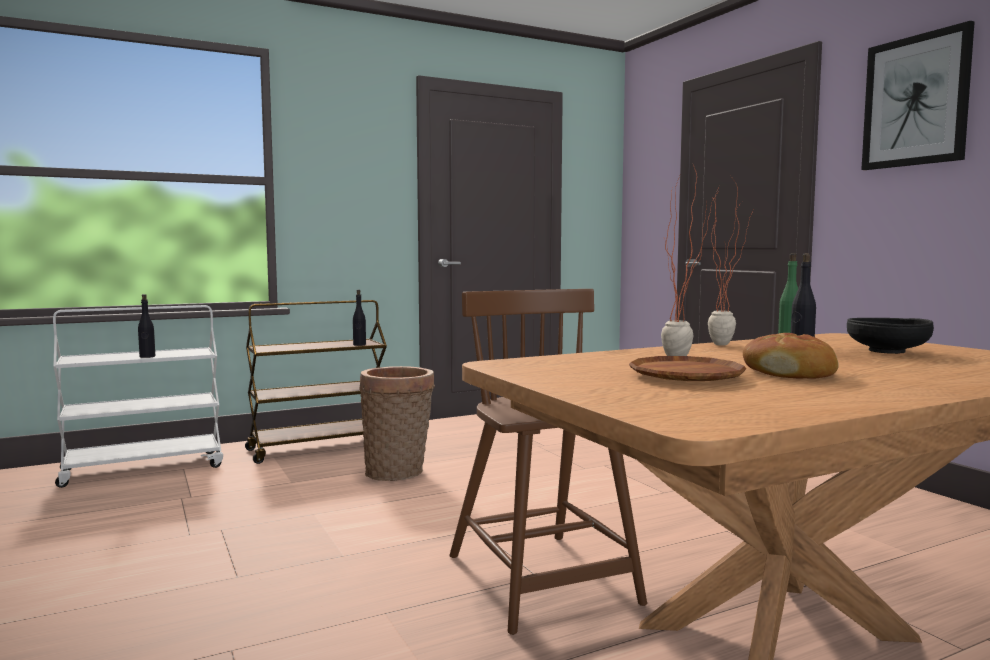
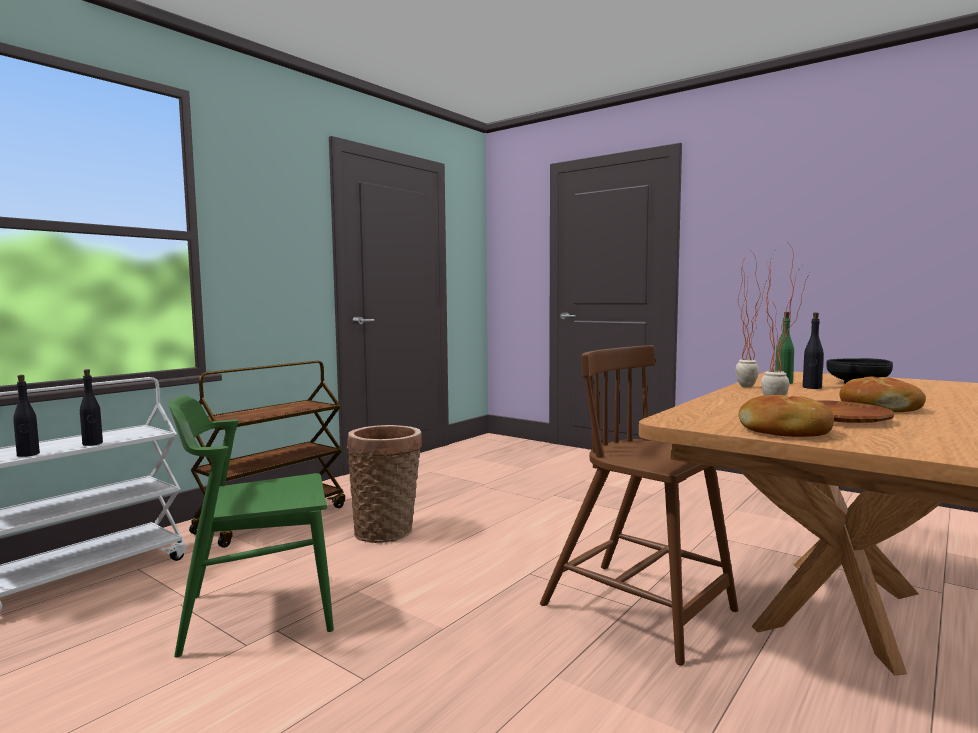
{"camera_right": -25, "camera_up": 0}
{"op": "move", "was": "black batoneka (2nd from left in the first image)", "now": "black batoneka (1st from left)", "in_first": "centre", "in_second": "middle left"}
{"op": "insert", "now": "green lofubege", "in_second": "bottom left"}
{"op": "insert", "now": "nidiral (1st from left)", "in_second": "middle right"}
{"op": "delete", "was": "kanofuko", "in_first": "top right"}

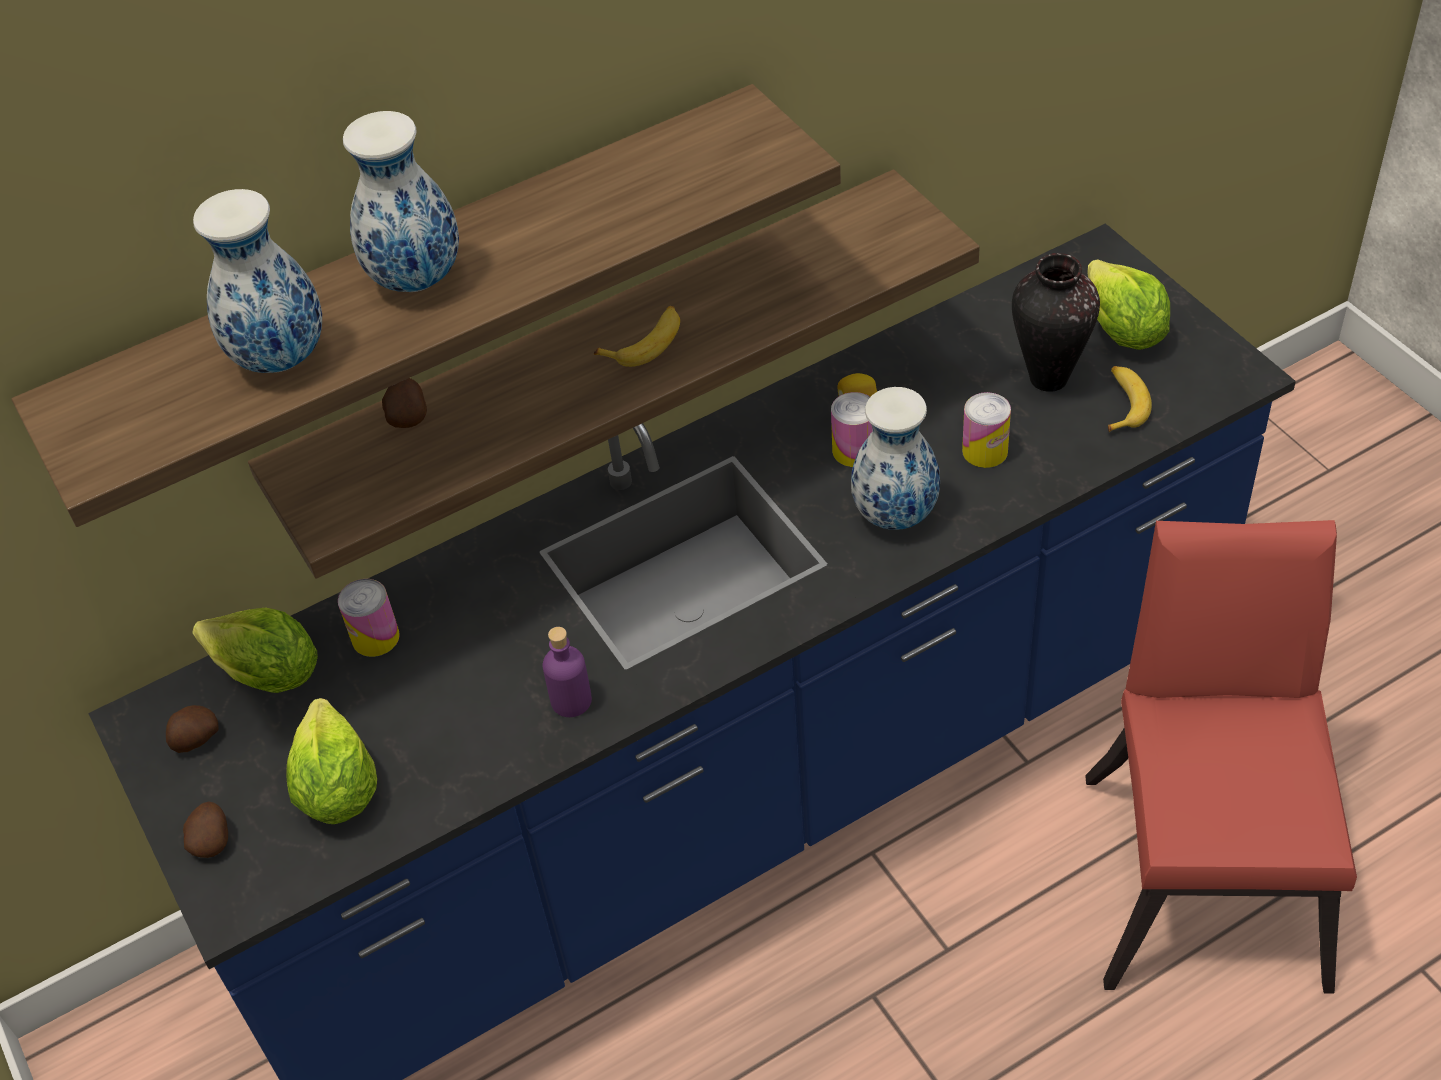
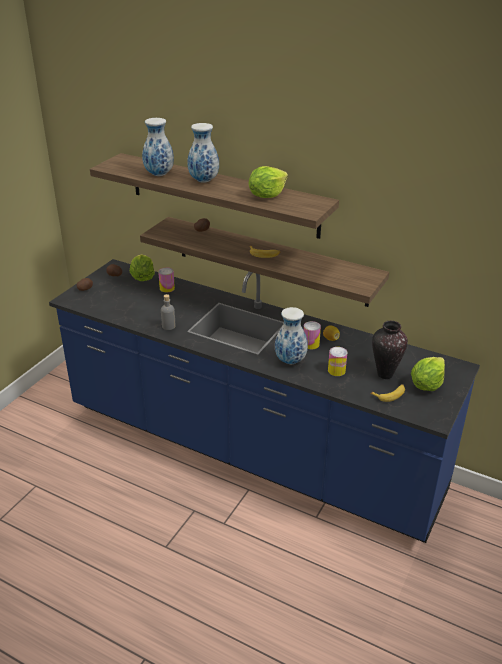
{"camera_right": 55, "camera_up": -15}
{"op": "recolor", "was": "purple batoneka", "now": "grey batoneka", "in_first": "centre", "in_second": "centre"}
{"op": "move", "was": "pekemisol (2nd from left)", "in_first": "bottom left", "in_second": "top centre"}
{"op": "delete", "was": "red lofubege", "in_first": "bottom right"}

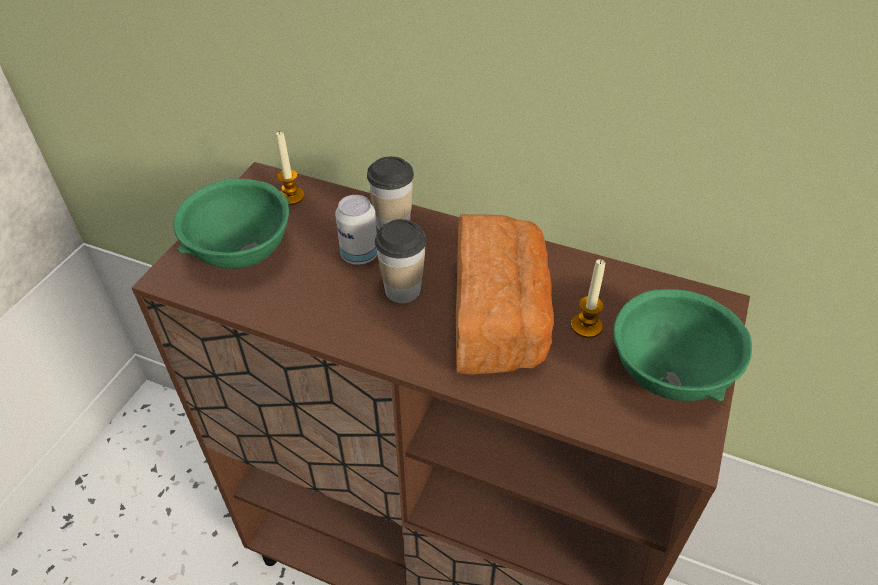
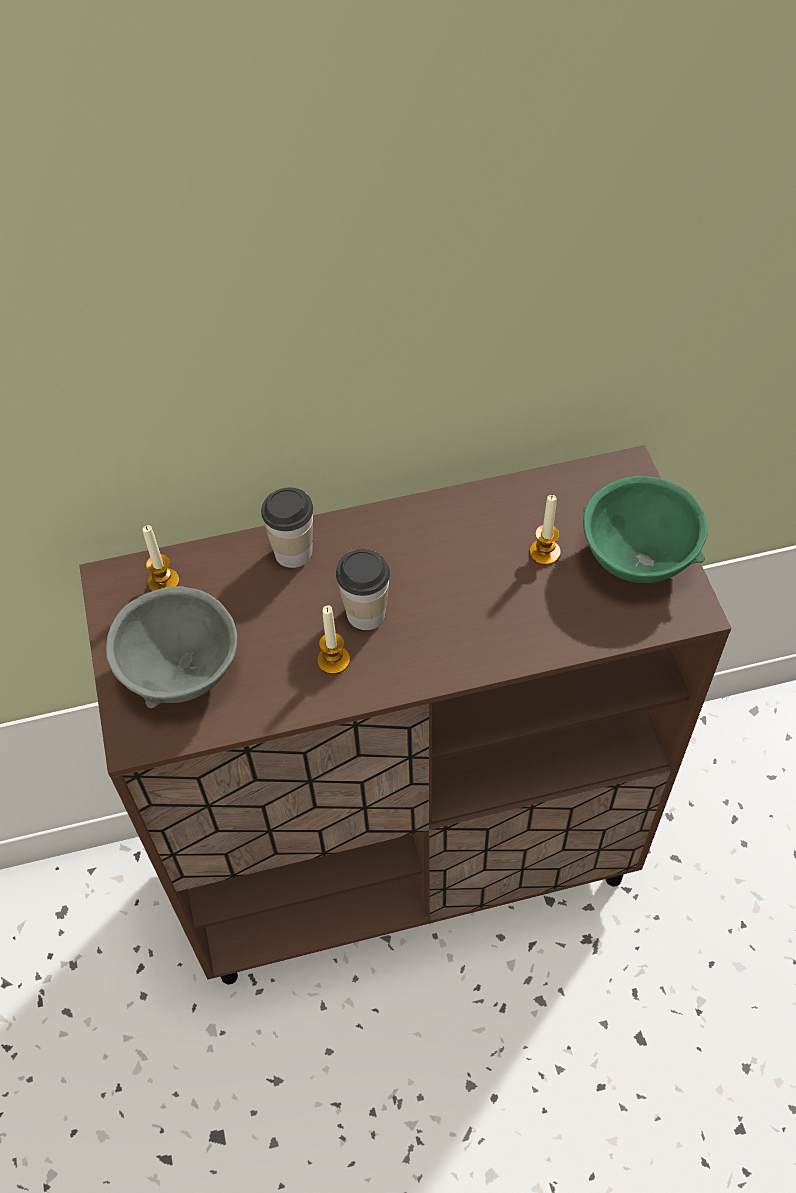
{"camera_right": -35, "camera_up": 10}
{"op": "recolor", "was": "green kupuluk (1st from left)", "now": "grey kupuluk", "in_first": "middle left", "in_second": "middle left"}
{"op": "insert", "now": "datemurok (2nd from left)", "in_second": "centre"}
{"op": "delete", "was": "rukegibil", "in_first": "centre"}
{"op": "delete", "was": "nidiral", "in_first": "centre"}

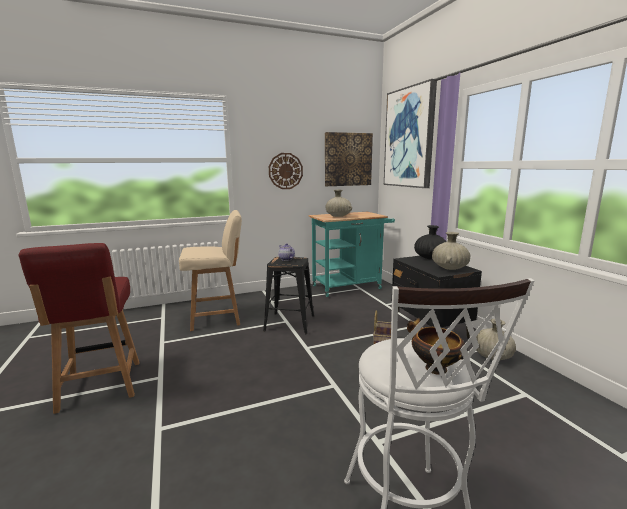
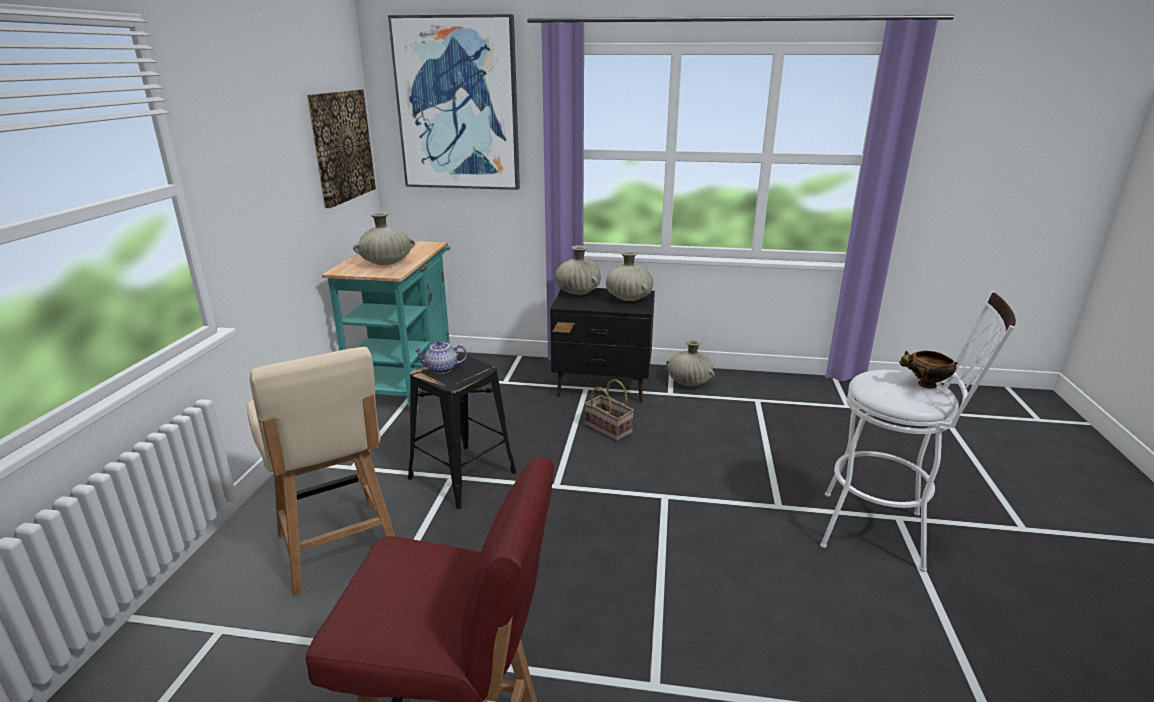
{"camera_right": -60, "camera_up": 10}
{"op": "rotate", "was": "beige lofubege", "in_first": "centre", "in_second": "bottom left", "clockwise": 135}
{"op": "recolor", "was": "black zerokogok", "now": "beige zerokogok (2nd from left)", "in_first": "middle right", "in_second": "centre"}
{"op": "delete", "was": "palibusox", "in_first": "centre"}

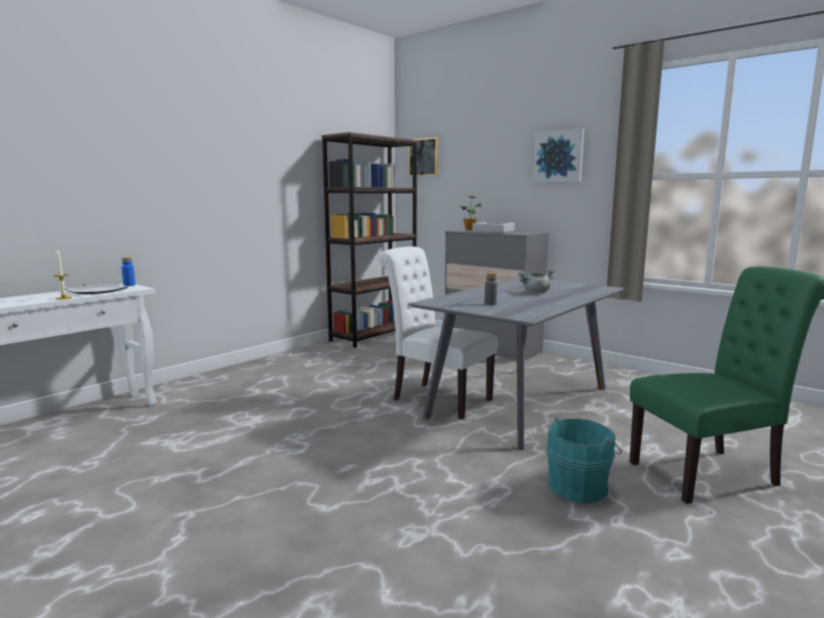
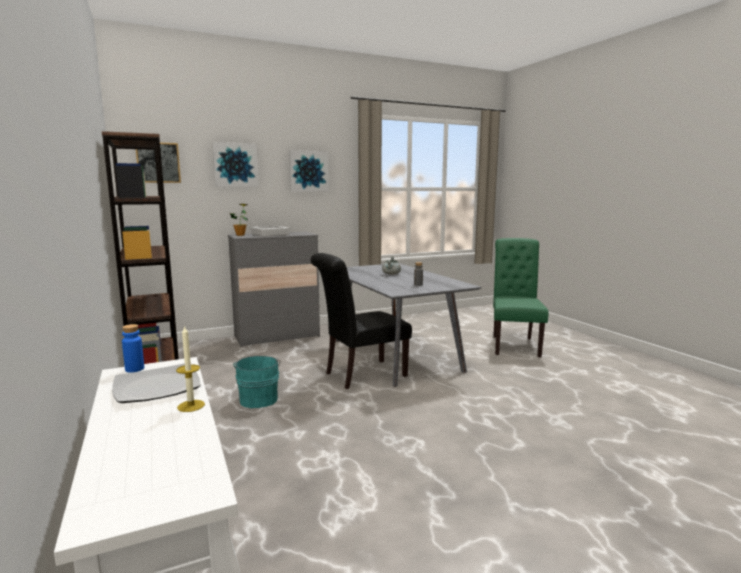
{"camera_right": -65, "camera_up": 0}
{"op": "insert", "now": "kanofuko (2nd from left)", "in_second": "top left"}
{"op": "move", "was": "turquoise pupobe", "in_first": "bottom right", "in_second": "bottom centre"}
{"op": "recolor", "was": "white lofubege", "now": "black lofubege", "in_first": "centre", "in_second": "centre"}

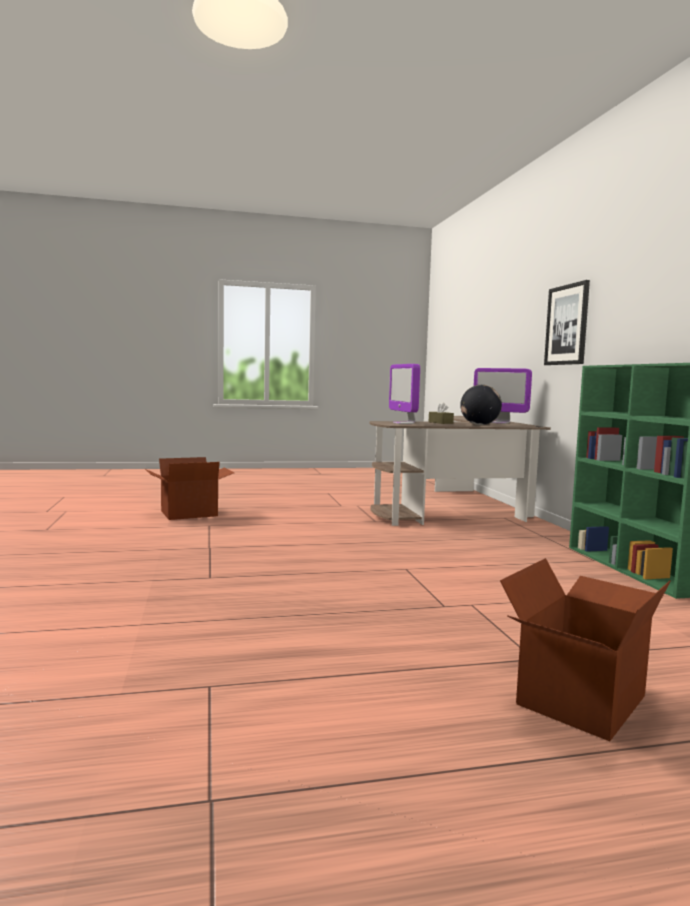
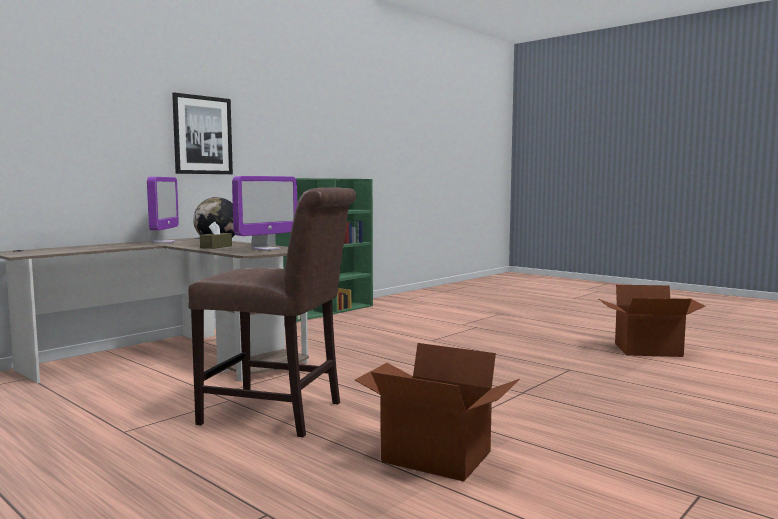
{"camera_right": -125, "camera_up": 0}
{"op": "insert", "now": "brown lofubege", "in_second": "centre"}
{"op": "move", "was": "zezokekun (2nd from left)", "in_first": "bottom right", "in_second": "middle right"}

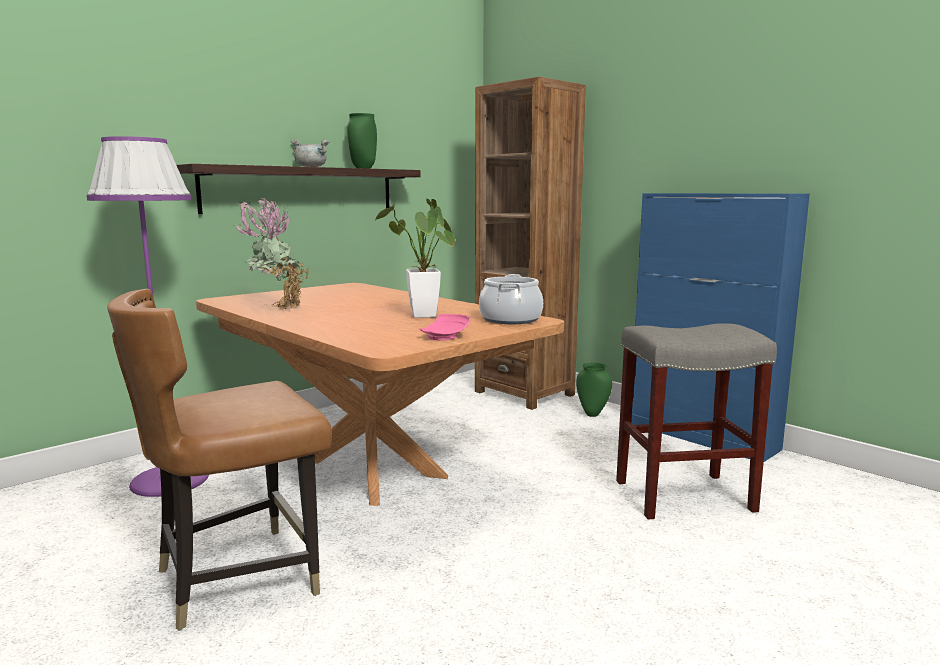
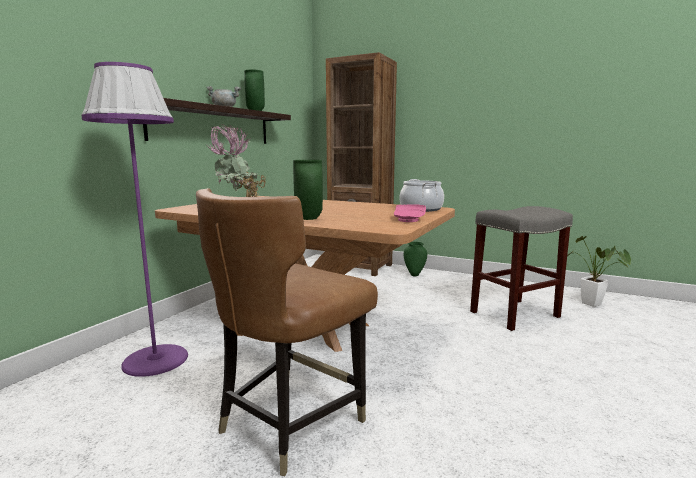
{"camera_right": -20, "camera_up": 0}
{"op": "insert", "now": "green zerokogok (2nd from left)", "in_second": "centre"}
{"op": "move", "was": "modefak (2nd from left)", "in_first": "centre", "in_second": "middle right"}
{"op": "delete", "was": "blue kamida", "in_first": "middle right"}

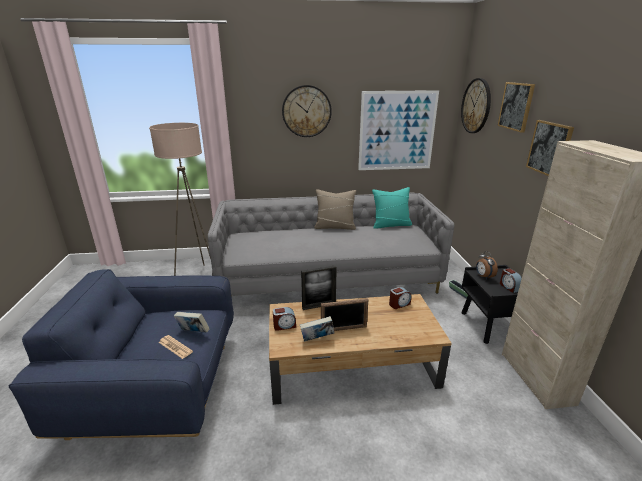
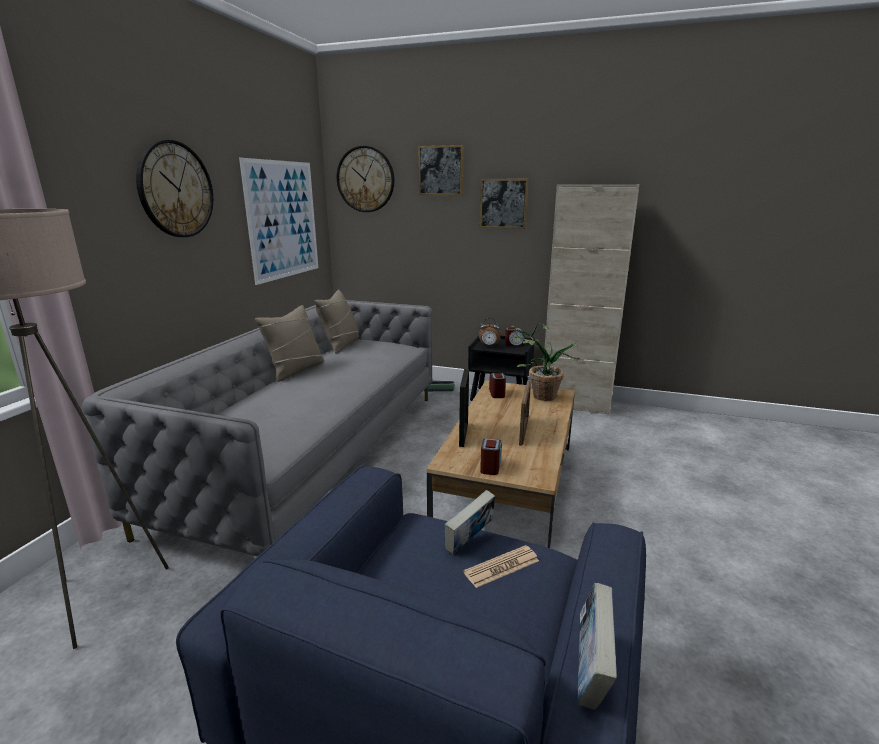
{"camera_right": -65, "camera_up": -5}
{"op": "recolor", "was": "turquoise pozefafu", "now": "beige pozefafu (2nd from left)", "in_first": "centre", "in_second": "centre"}
{"op": "insert", "now": "modefak", "in_second": "centre"}
{"op": "move", "was": "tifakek (2nd from left)", "in_first": "bottom centre", "in_second": "bottom right"}

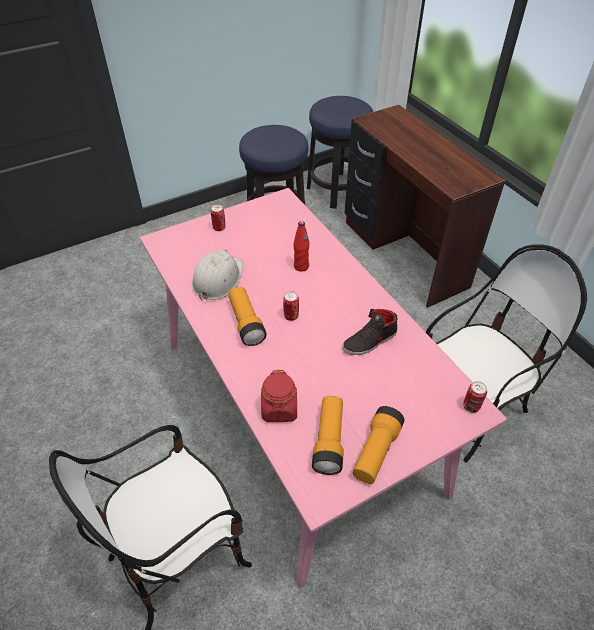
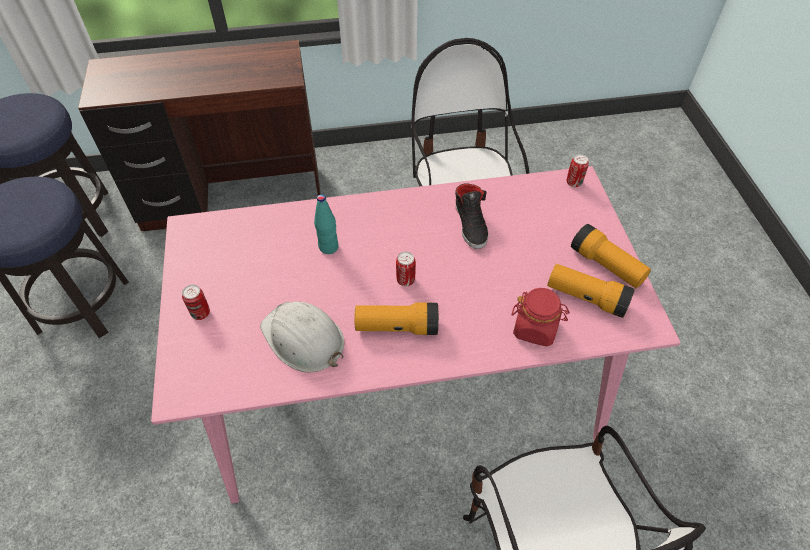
{"camera_right": -70, "camera_up": 5}
{"op": "recolor", "was": "red batoneka", "now": "turquoise batoneka", "in_first": "centre", "in_second": "centre"}

